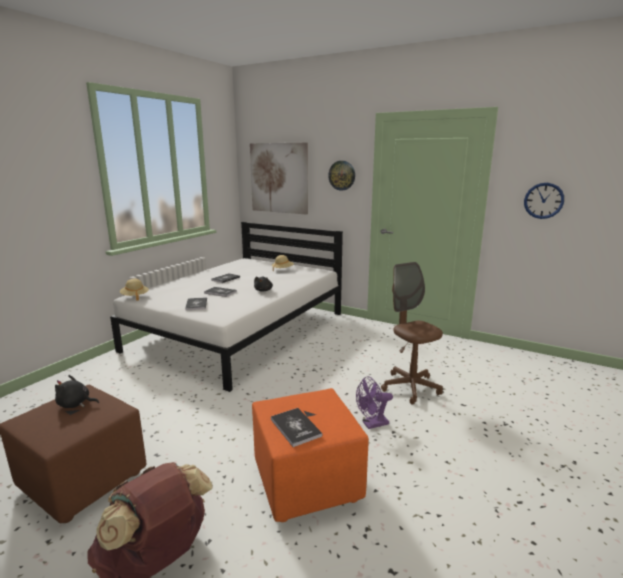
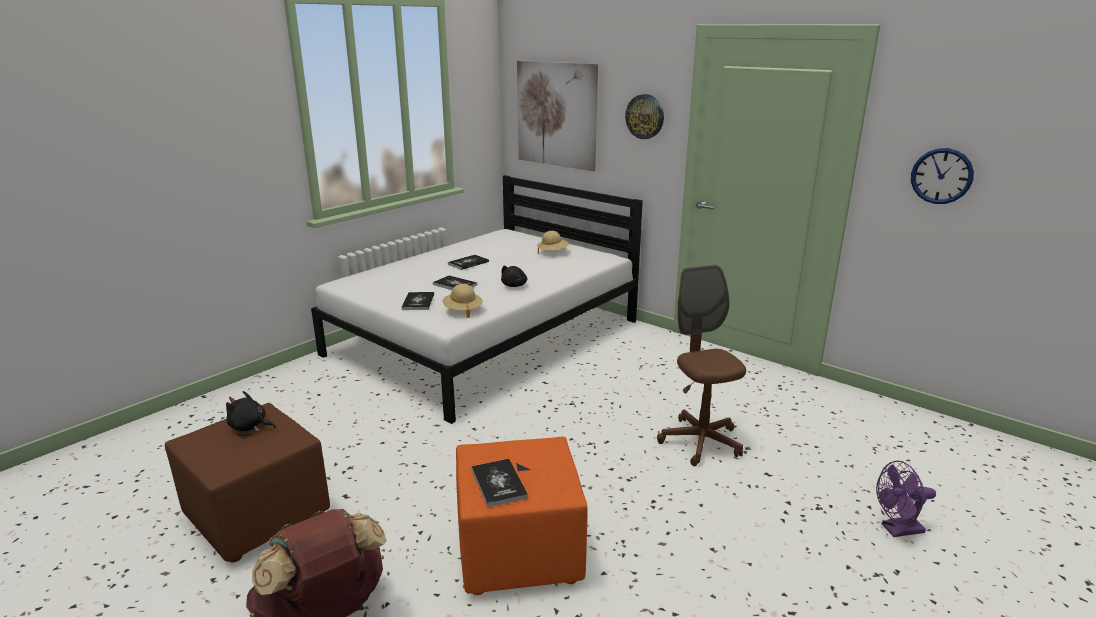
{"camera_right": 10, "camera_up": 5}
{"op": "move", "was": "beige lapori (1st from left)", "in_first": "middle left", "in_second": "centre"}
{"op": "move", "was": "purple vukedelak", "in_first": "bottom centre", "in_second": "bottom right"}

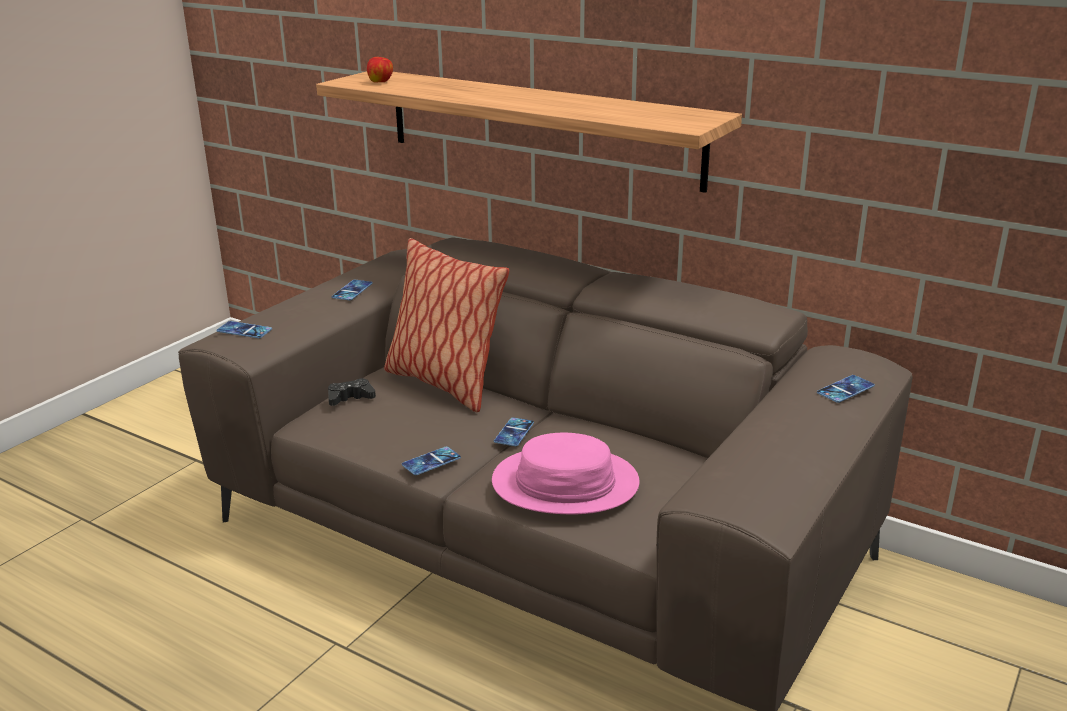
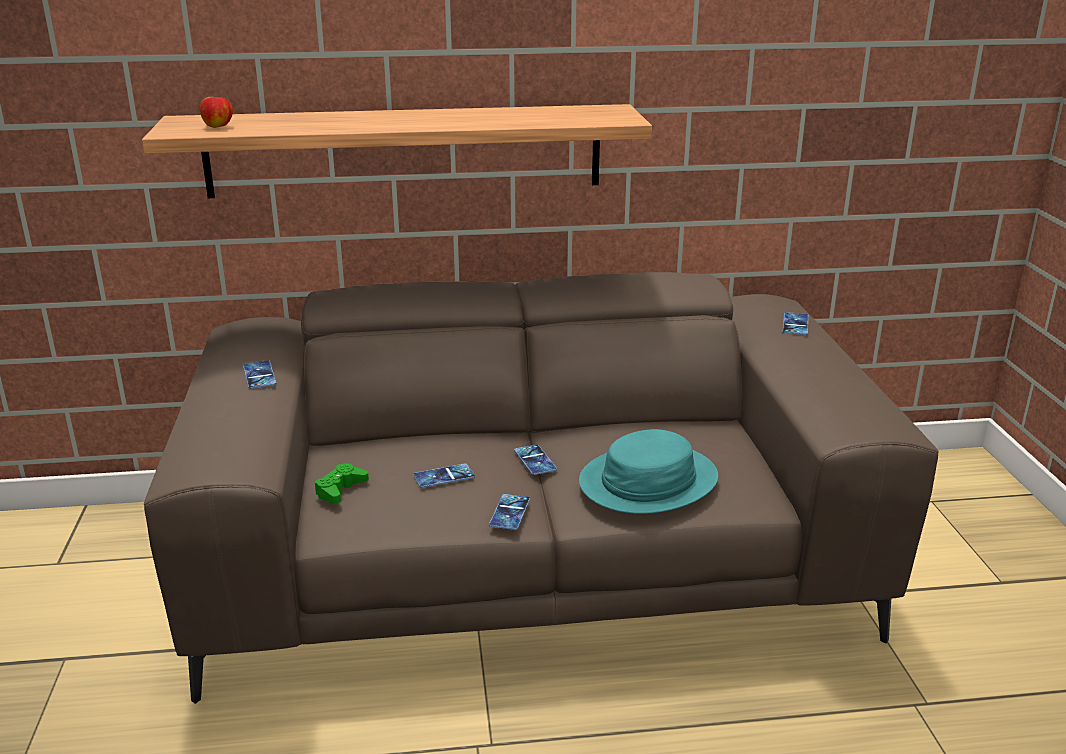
{"camera_right": -40, "camera_up": 0}
{"op": "recolor", "was": "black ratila", "now": "green ratila", "in_first": "middle left", "in_second": "middle left"}
{"op": "move", "was": "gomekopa (1st from left in the first image)", "now": "gomekopa (2nd from left)", "in_first": "middle left", "in_second": "centre"}
{"op": "recolor", "was": "pink lapori", "now": "turquoise lapori", "in_first": "centre", "in_second": "centre"}
{"op": "delete", "was": "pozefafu", "in_first": "centre"}

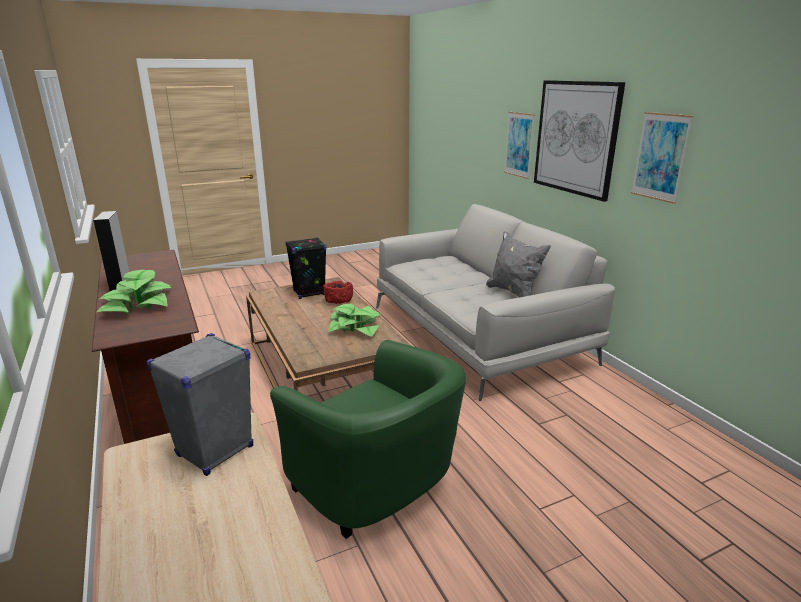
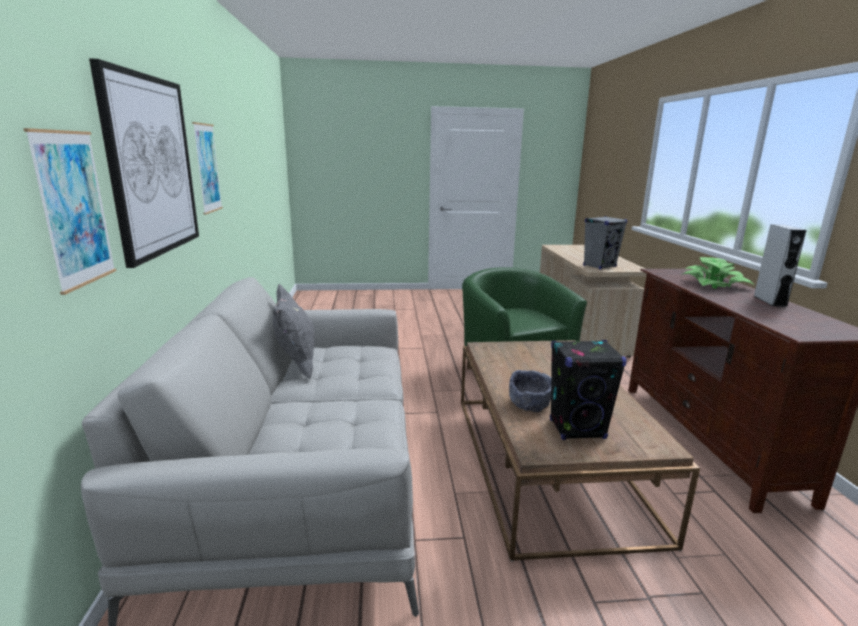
{"camera_right": -160, "camera_up": -5}
{"op": "recolor", "was": "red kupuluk", "now": "grey kupuluk", "in_first": "centre", "in_second": "centre"}
{"op": "delete", "was": "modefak (2nd from left)", "in_first": "centre"}

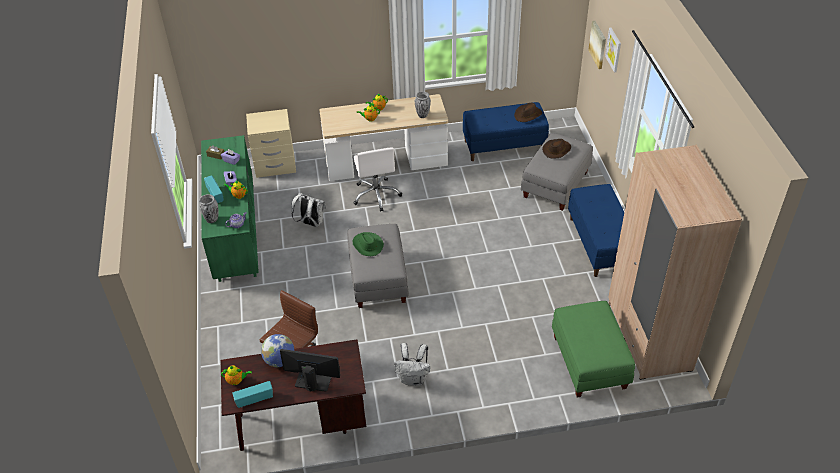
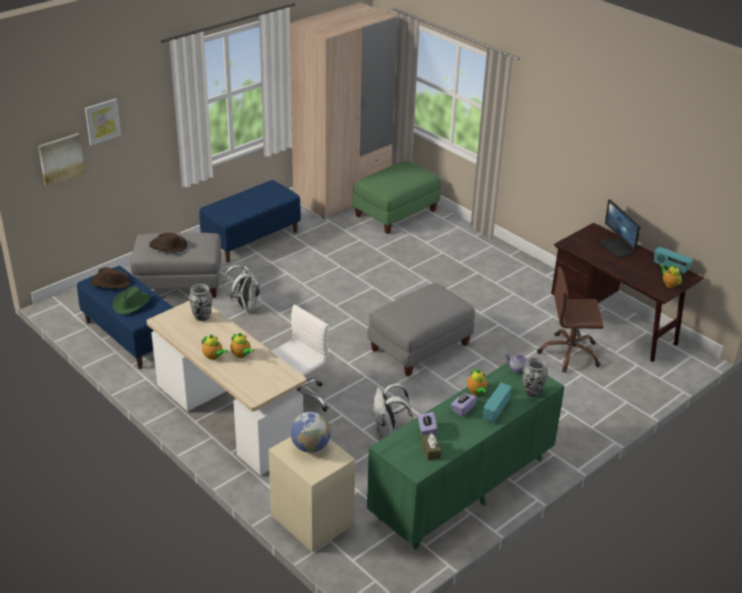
{"camera_right": -125, "camera_up": -10}
{"op": "move", "was": "green lapori", "in_first": "centre", "in_second": "middle left"}
{"op": "move", "was": "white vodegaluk (2nd from left in the first image)", "now": "white vodegaluk (1st from left)", "in_first": "bottom centre", "in_second": "middle left"}
{"op": "move", "was": "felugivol", "in_first": "bottom left", "in_second": "bottom centre"}

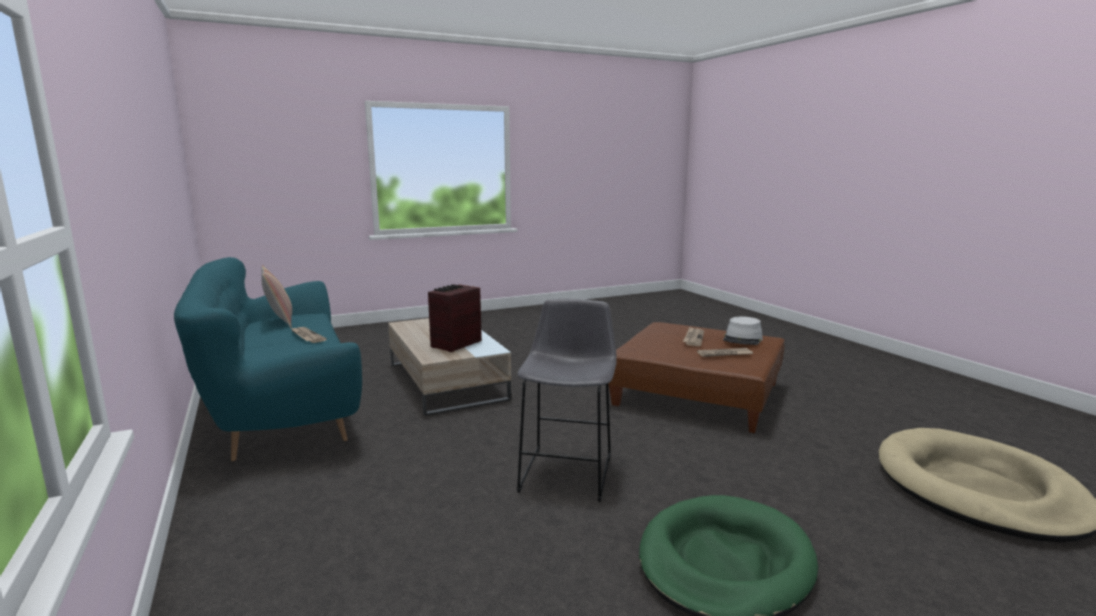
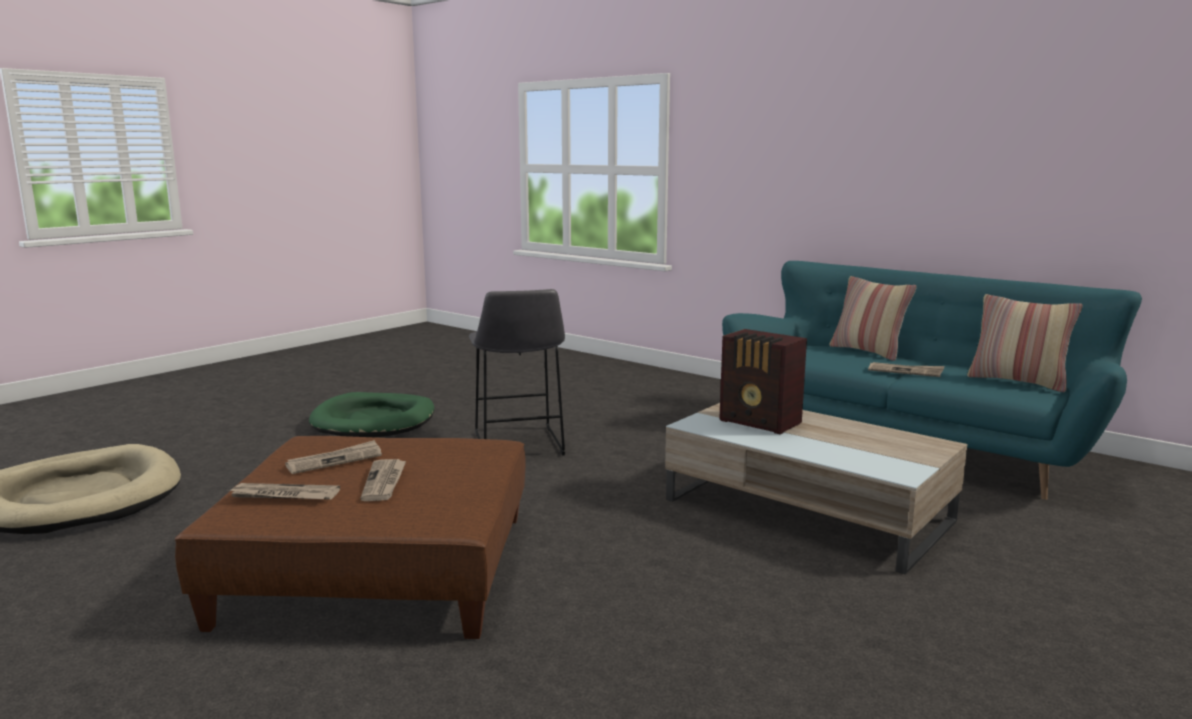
{"camera_right": 155, "camera_up": 0}
{"op": "replace", "was": "grey lapori", "now": "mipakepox (1st from left)", "in_first": "middle right", "in_second": "bottom left"}
{"op": "rotate", "was": "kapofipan", "in_first": "centre", "in_second": "centre", "clockwise": 120}
{"op": "insert", "now": "pozefafu (1st from left)", "in_second": "middle right"}

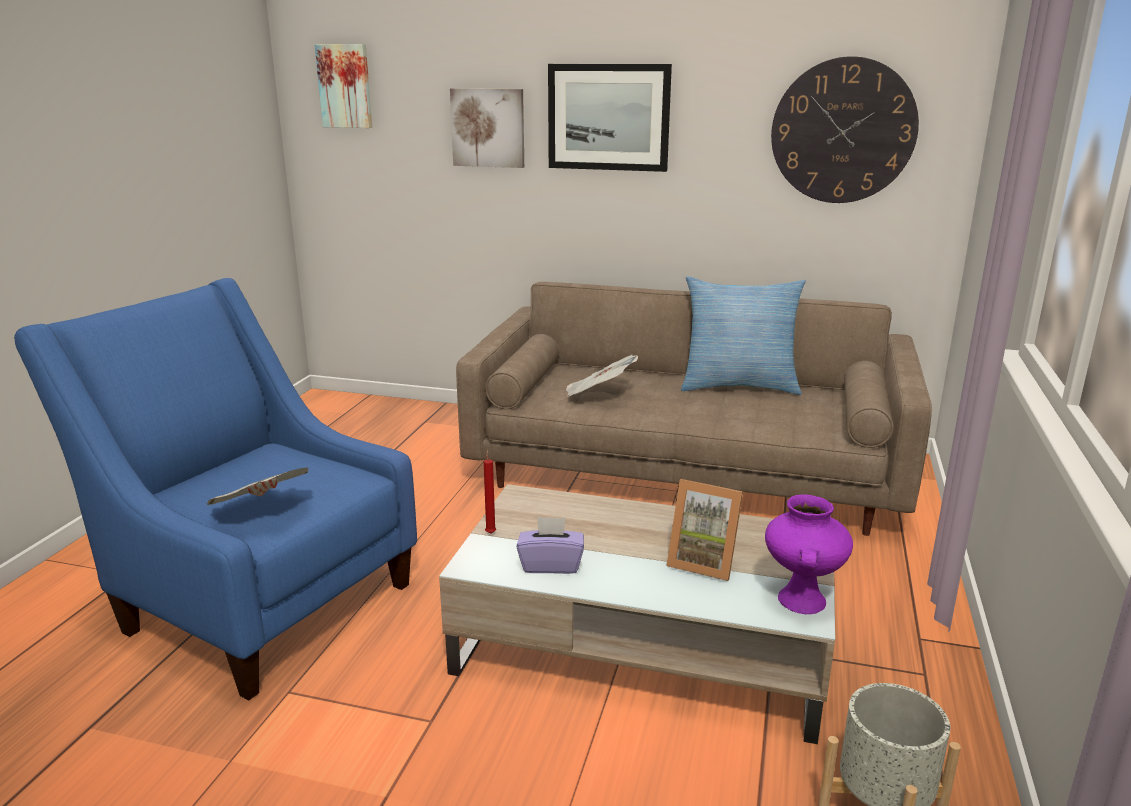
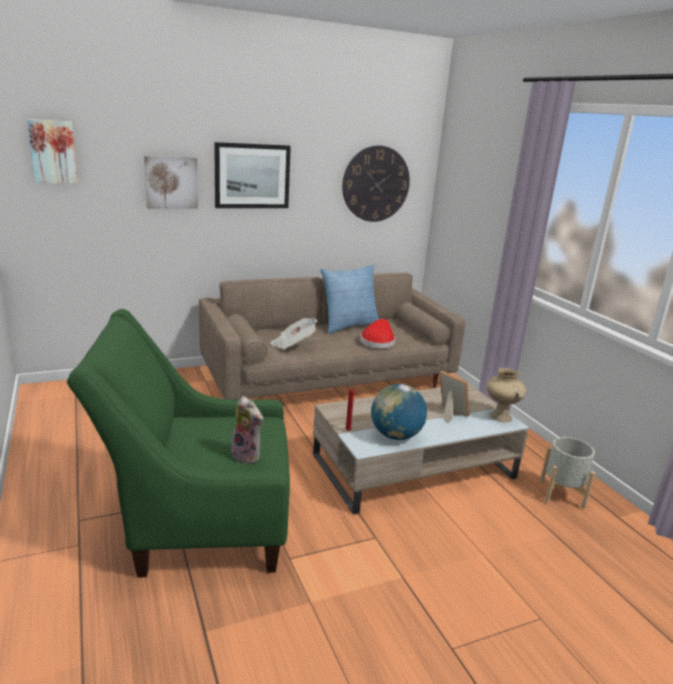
{"camera_right": -40, "camera_up": 0}
{"op": "recolor", "was": "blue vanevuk", "now": "green vanevuk", "in_first": "middle left", "in_second": "middle left"}
{"op": "replace", "was": "mipakepox (1st from left)", "now": "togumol", "in_first": "middle left", "in_second": "centre"}
{"op": "insert", "now": "red lapori", "in_second": "centre"}
{"op": "replace", "was": "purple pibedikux", "now": "felugivol", "in_first": "bottom centre", "in_second": "centre"}
{"op": "rotate", "was": "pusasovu", "in_first": "centre", "in_second": "middle right", "clockwise": -120}
{"op": "recolor", "was": "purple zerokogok", "now": "beige zerokogok", "in_first": "bottom right", "in_second": "middle right"}

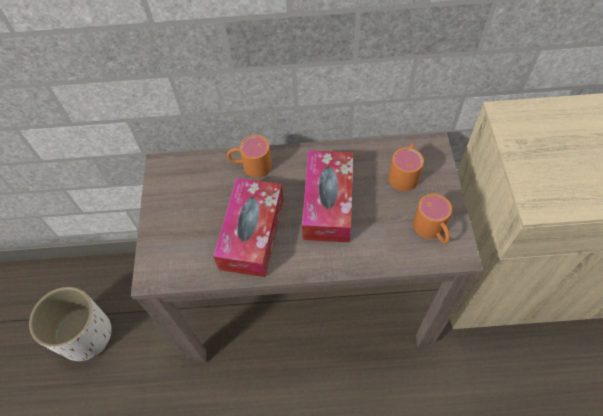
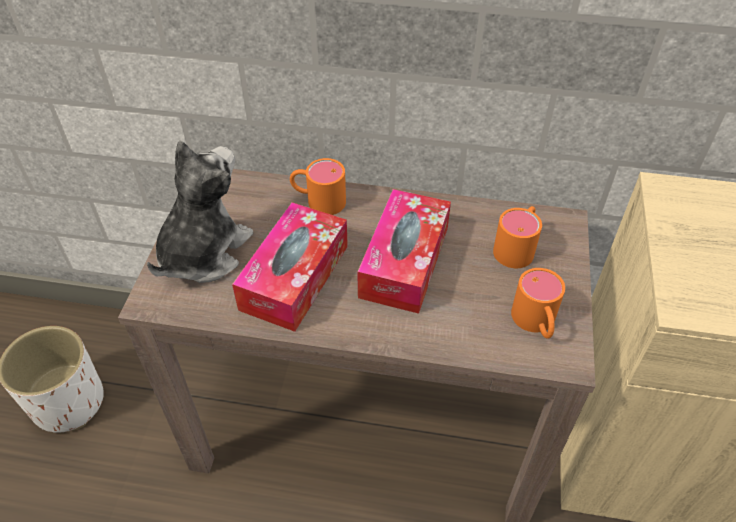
{"camera_right": 10, "camera_up": -10}
{"op": "insert", "now": "togumol", "in_second": "middle left"}

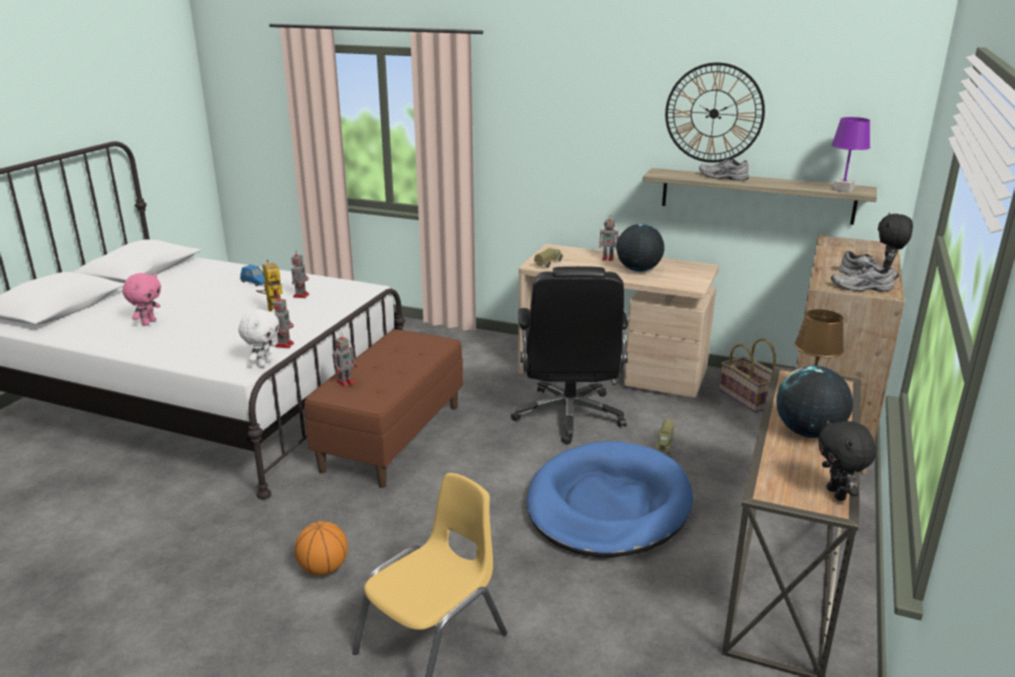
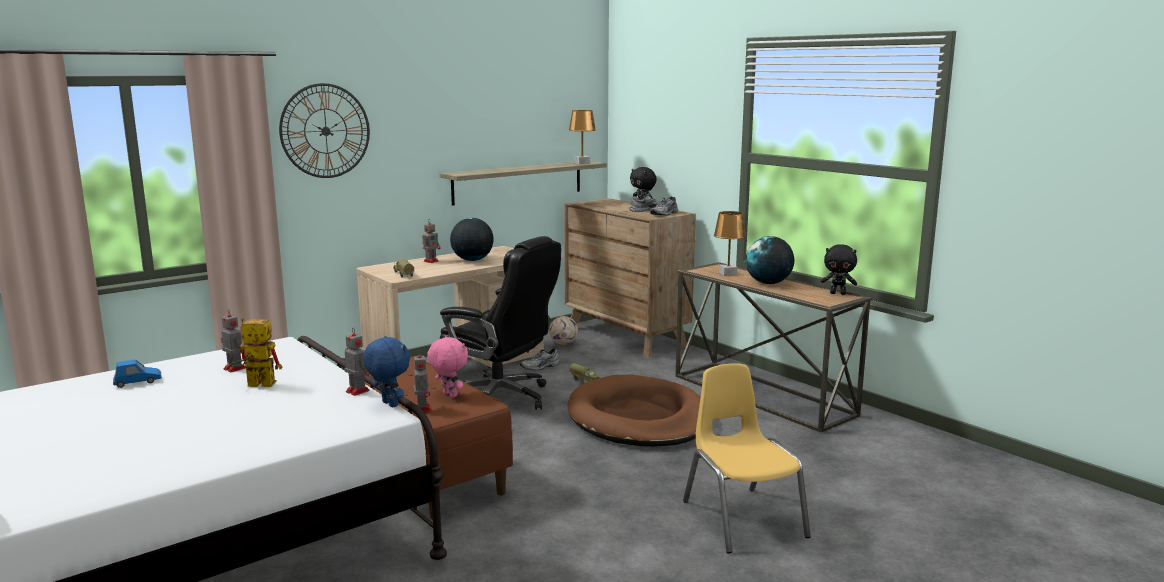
{"camera_right": -60, "camera_up": -10}
{"op": "move", "was": "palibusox", "in_first": "top right", "in_second": "top left"}
{"op": "recolor", "was": "white togumol", "now": "blue togumol", "in_first": "middle left", "in_second": "middle left"}
{"op": "move", "was": "pink togumol", "in_first": "middle left", "in_second": "centre"}
{"op": "move", "was": "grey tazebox (1st from left)", "in_first": "top right", "in_second": "centre"}
{"op": "replace", "was": "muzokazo", "now": "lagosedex", "in_first": "middle right", "in_second": "centre"}
{"op": "recolor", "was": "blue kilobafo", "now": "brown kilobafo", "in_first": "bottom centre", "in_second": "bottom centre"}
{"op": "recolor", "was": "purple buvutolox", "now": "brown buvutolox (1st from left)", "in_first": "top right", "in_second": "top centre"}
{"op": "delete", "was": "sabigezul", "in_first": "bottom left"}

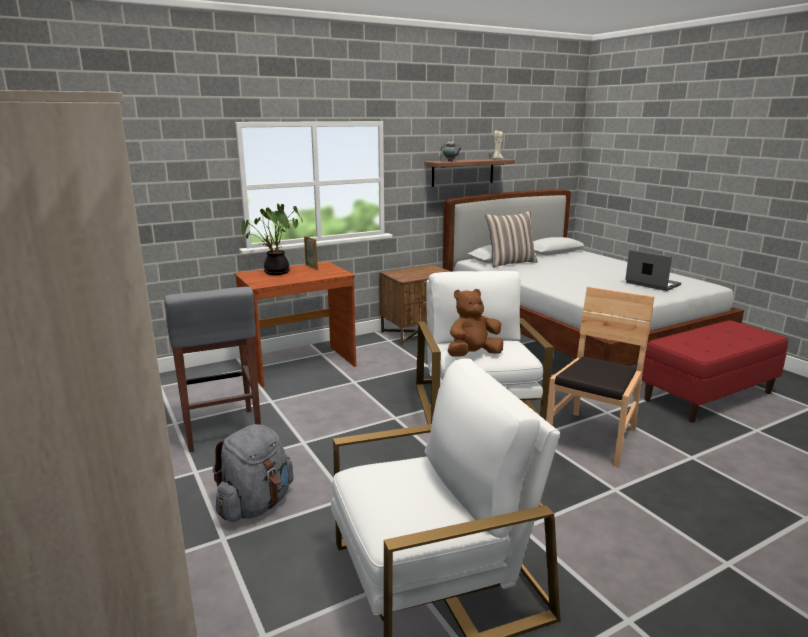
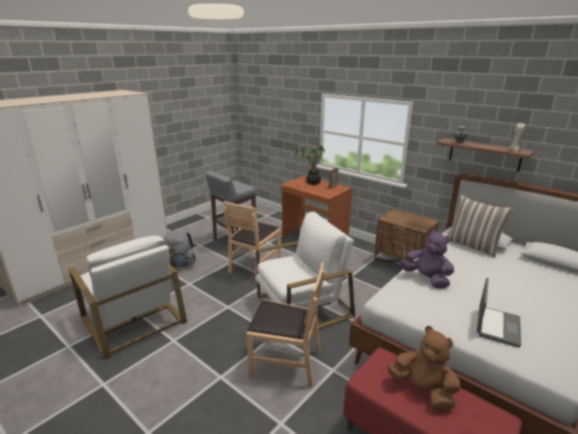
{"camera_right": 70, "camera_up": 5}
{"op": "insert", "now": "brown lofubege (1st from left)", "in_second": "centre"}
{"op": "move", "was": "brown togumol", "in_first": "centre", "in_second": "bottom right"}
{"op": "insert", "now": "purple togumol", "in_second": "middle right"}

